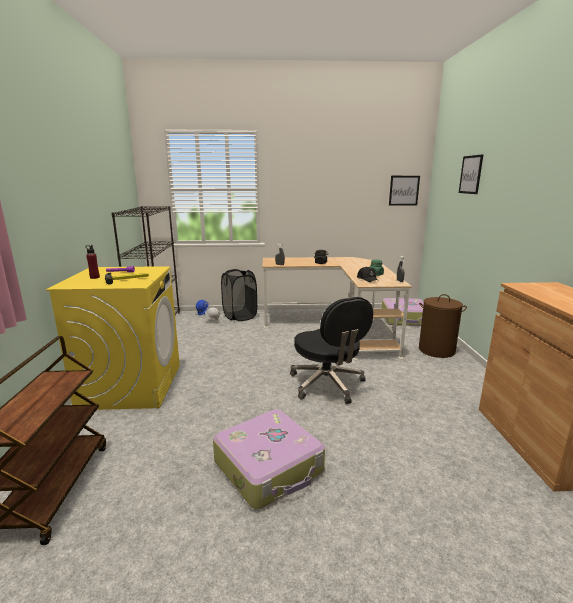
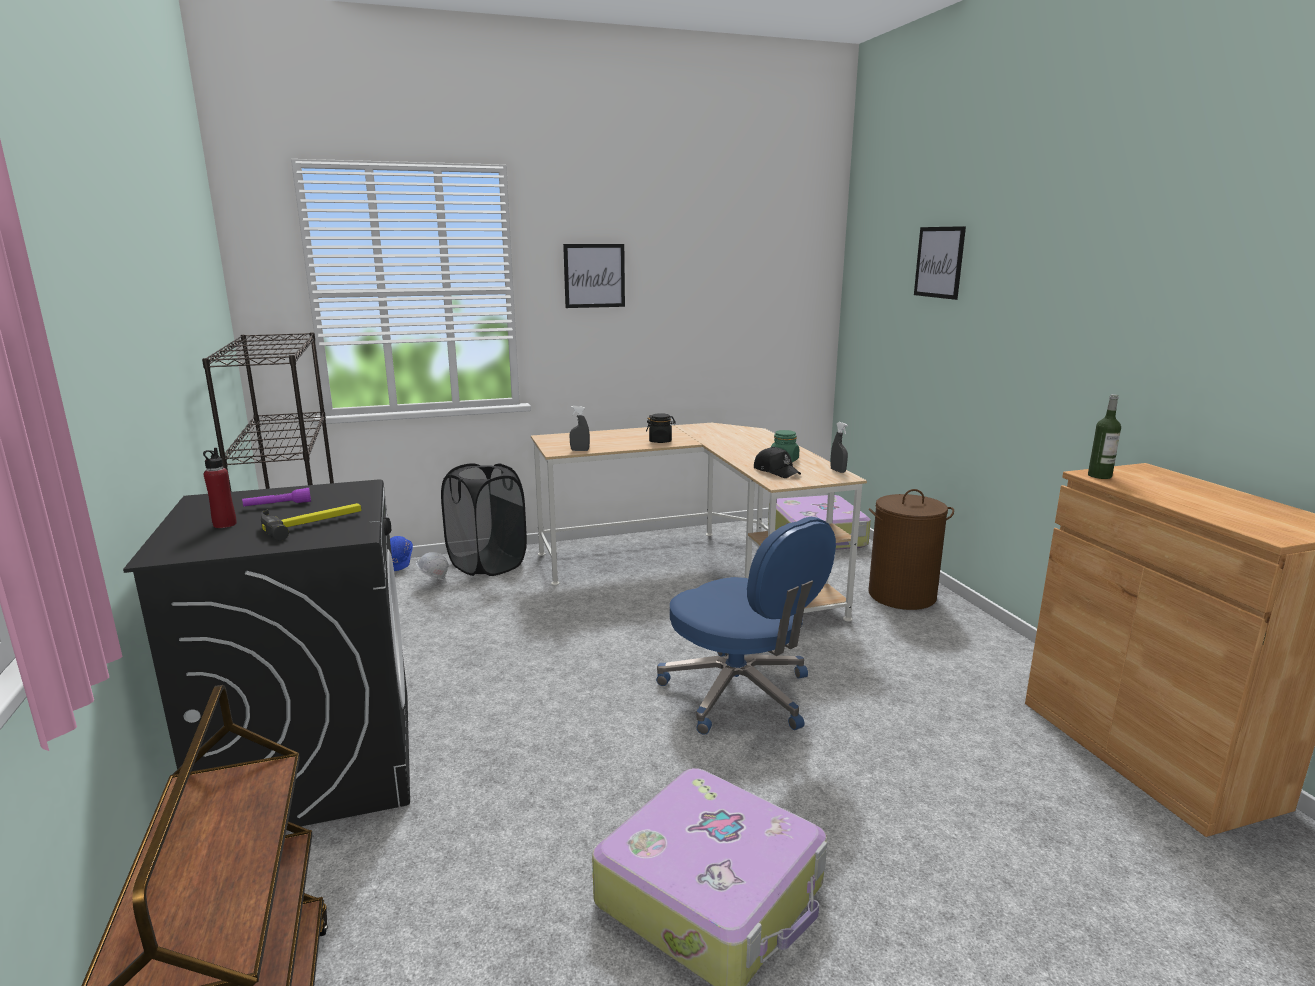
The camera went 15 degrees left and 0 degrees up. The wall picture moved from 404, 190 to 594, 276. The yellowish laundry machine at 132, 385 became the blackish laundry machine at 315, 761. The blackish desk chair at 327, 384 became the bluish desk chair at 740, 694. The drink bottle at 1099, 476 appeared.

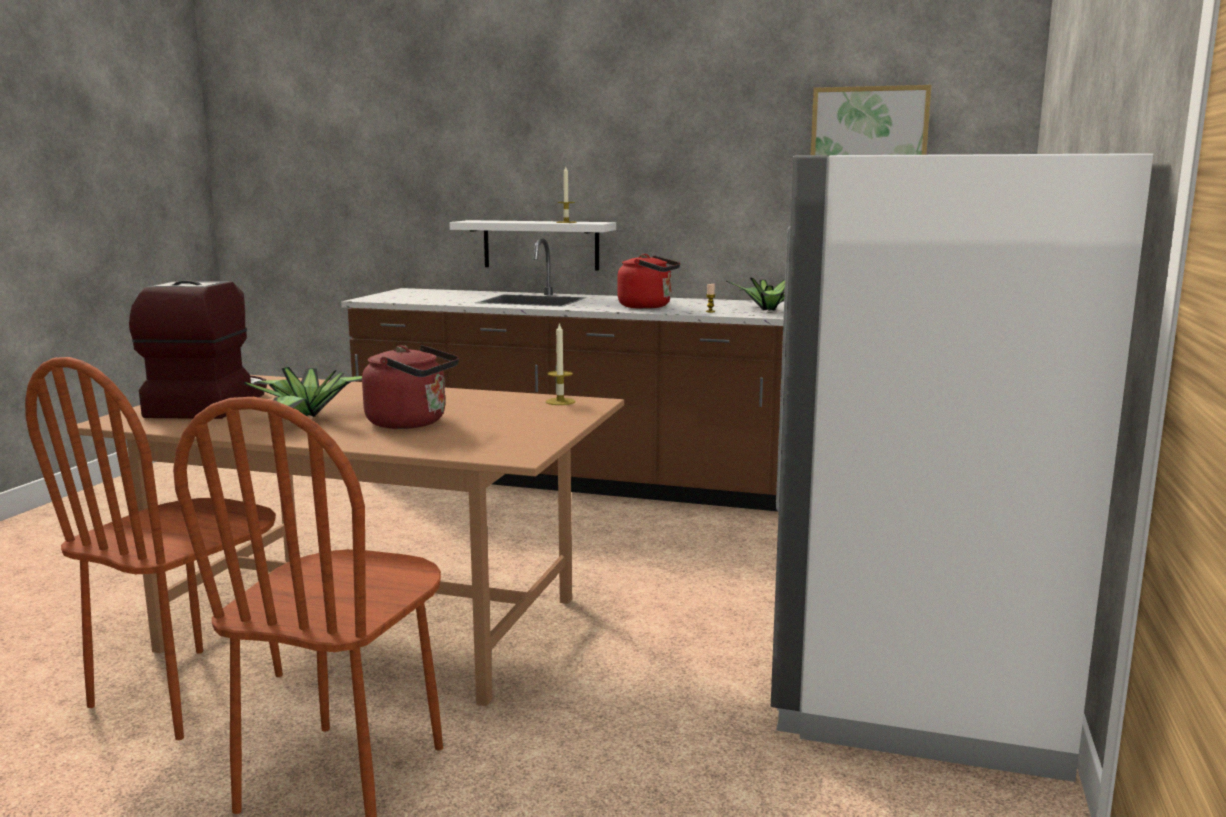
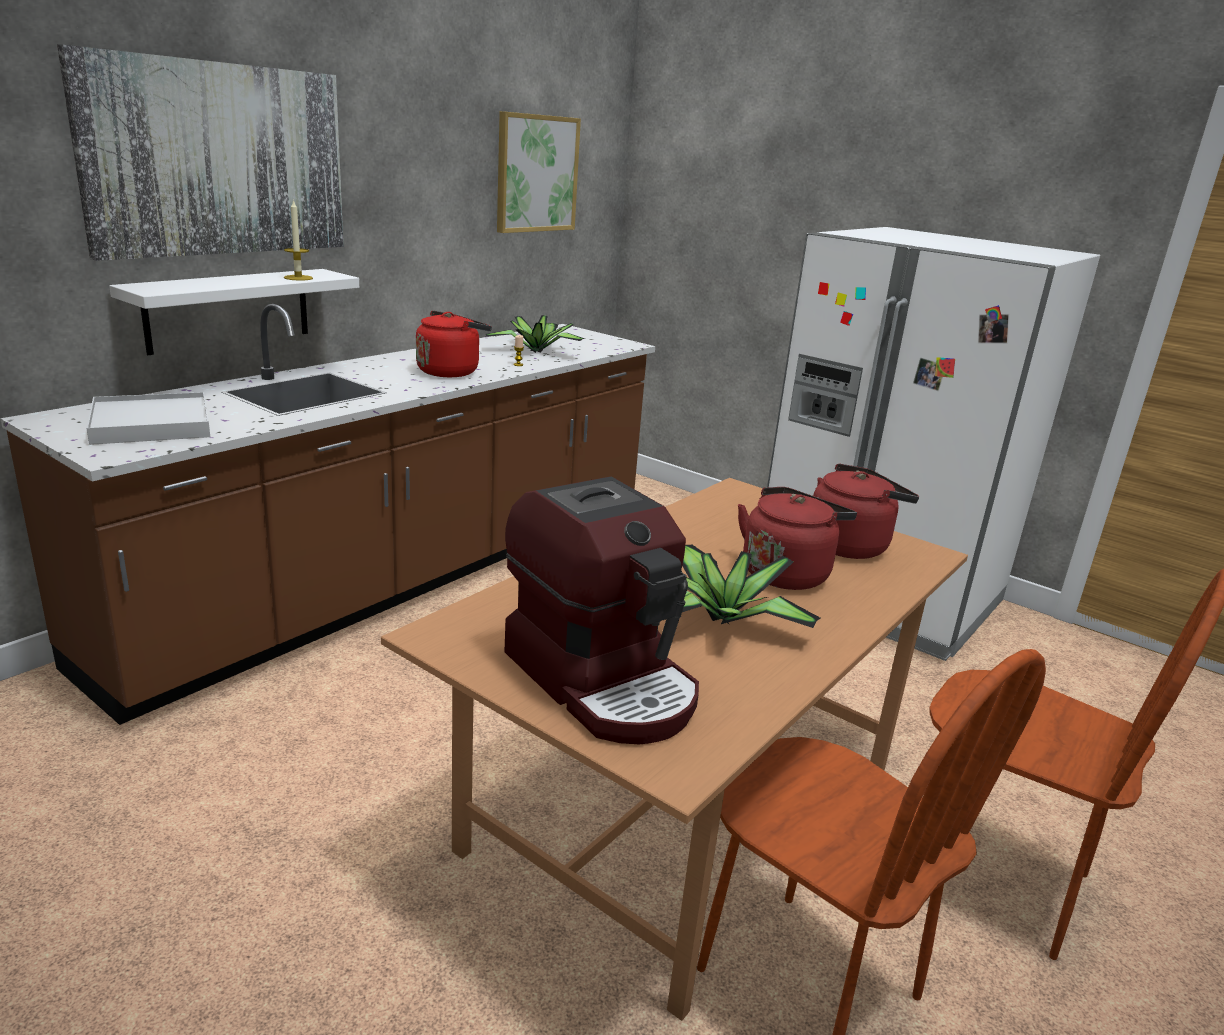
The camera went 70 degrees left and 10 degrees up. The coffee maker at 208, 404 turned 150 degrees counterclockwise. The wax light at 560, 401 disappeared. The wall picture at 218, 160 appeared. The white serving tray at 152, 424 appeared. The red-coloured water kettle at 850, 545 appeared.

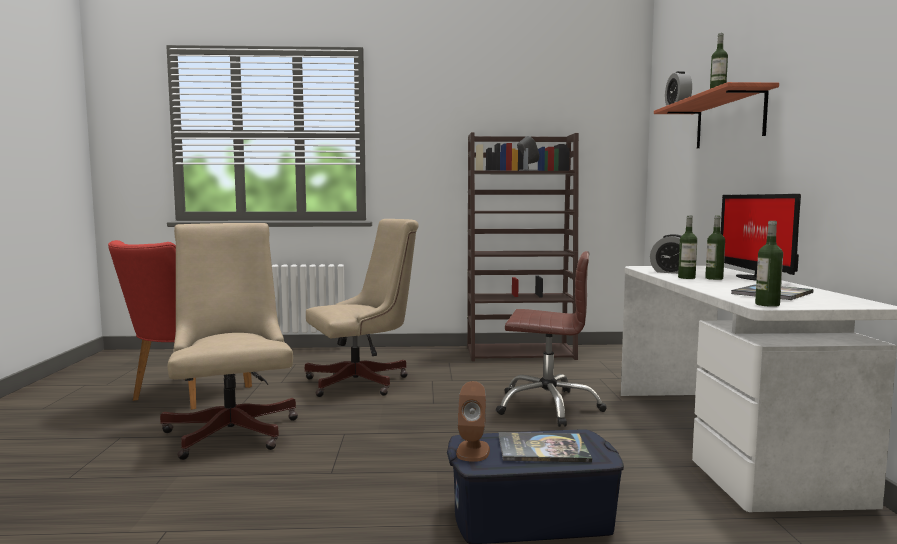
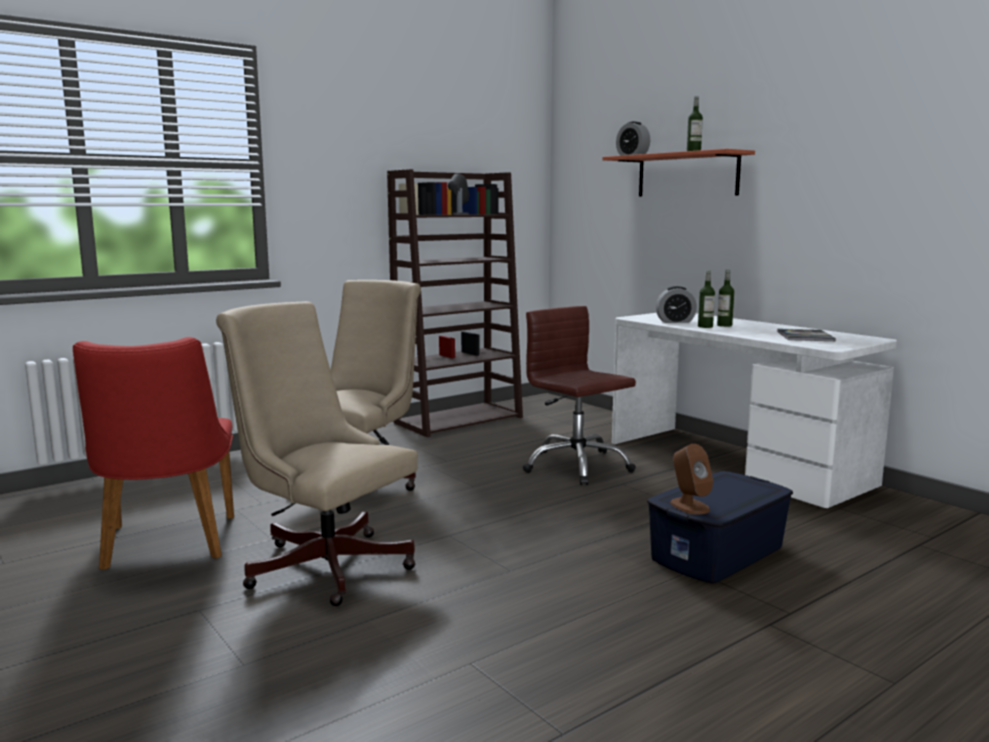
The camera went 35 degrees left and 5 degrees up. The computer display at 755, 278 disappeared. The drink bottle at 767, 304 disappeared. The brownish desk chair at 548, 406 turned 105 degrees counterclockwise. The bound book at 542, 449 disappeared.

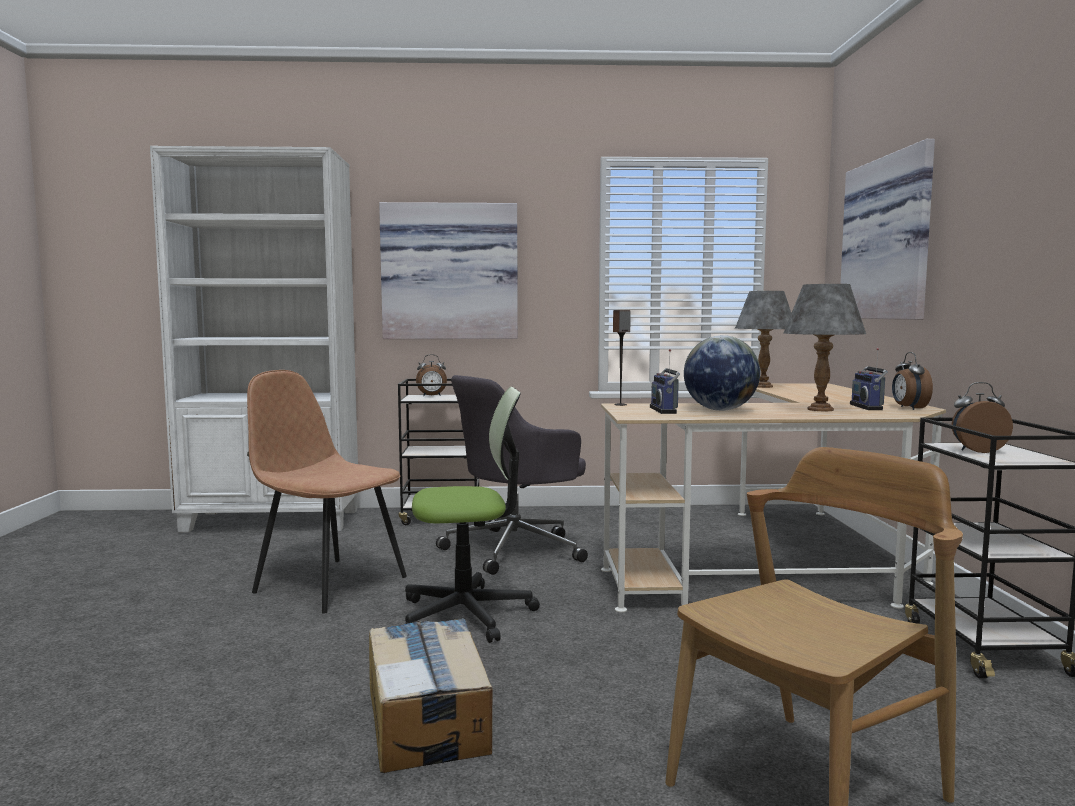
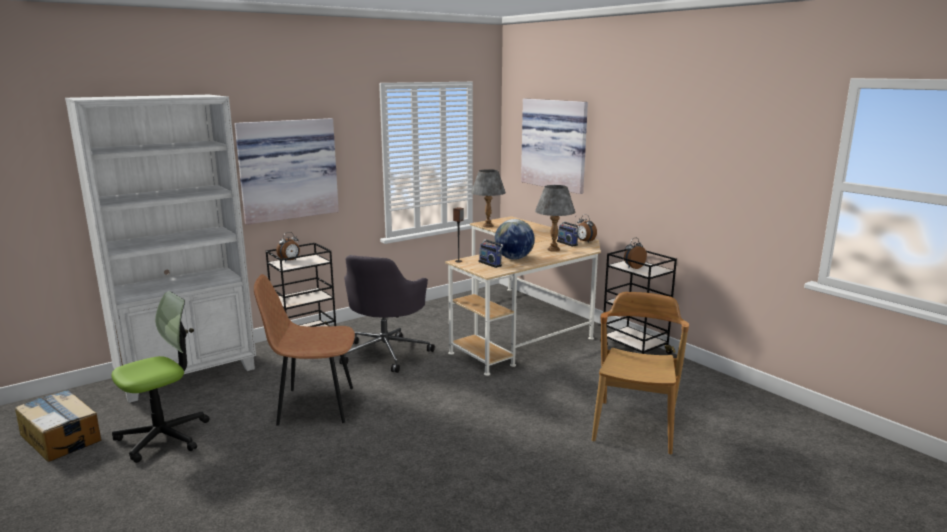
The camera went 35 degrees left and 10 degrees up. The desk chair moved from 467, 613 to 163, 437. The packing box moved from 428, 717 to 61, 437.

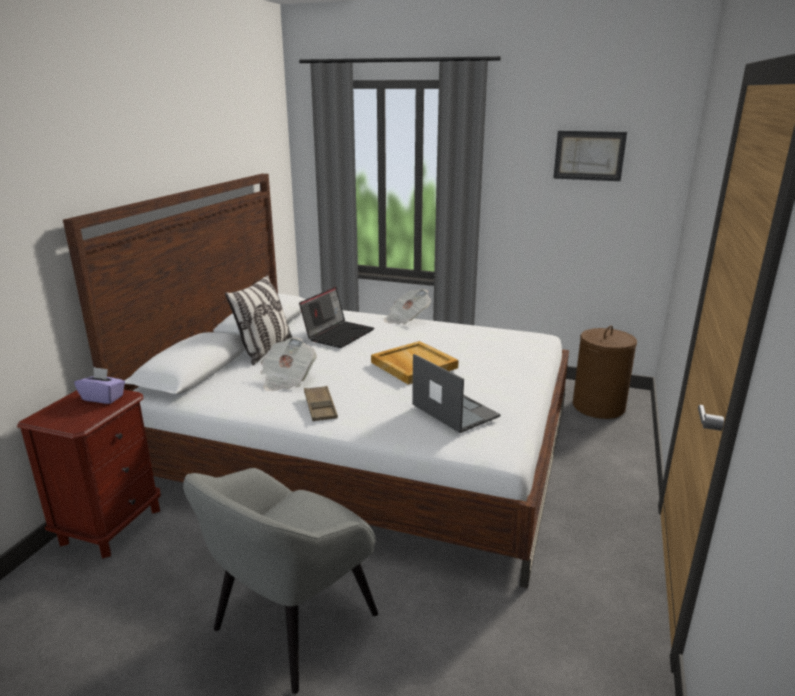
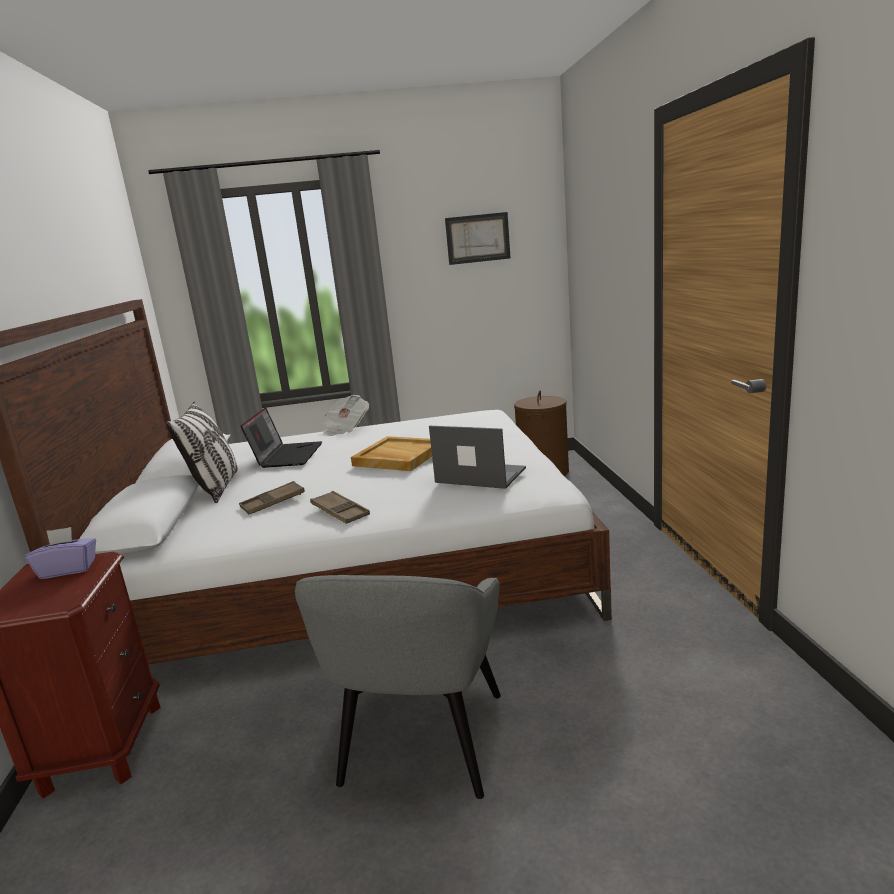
The camera went 25 degrees left and 5 degrees down. The newspaper at 287, 379 was replaced by the brownish serving tray at 273, 502.

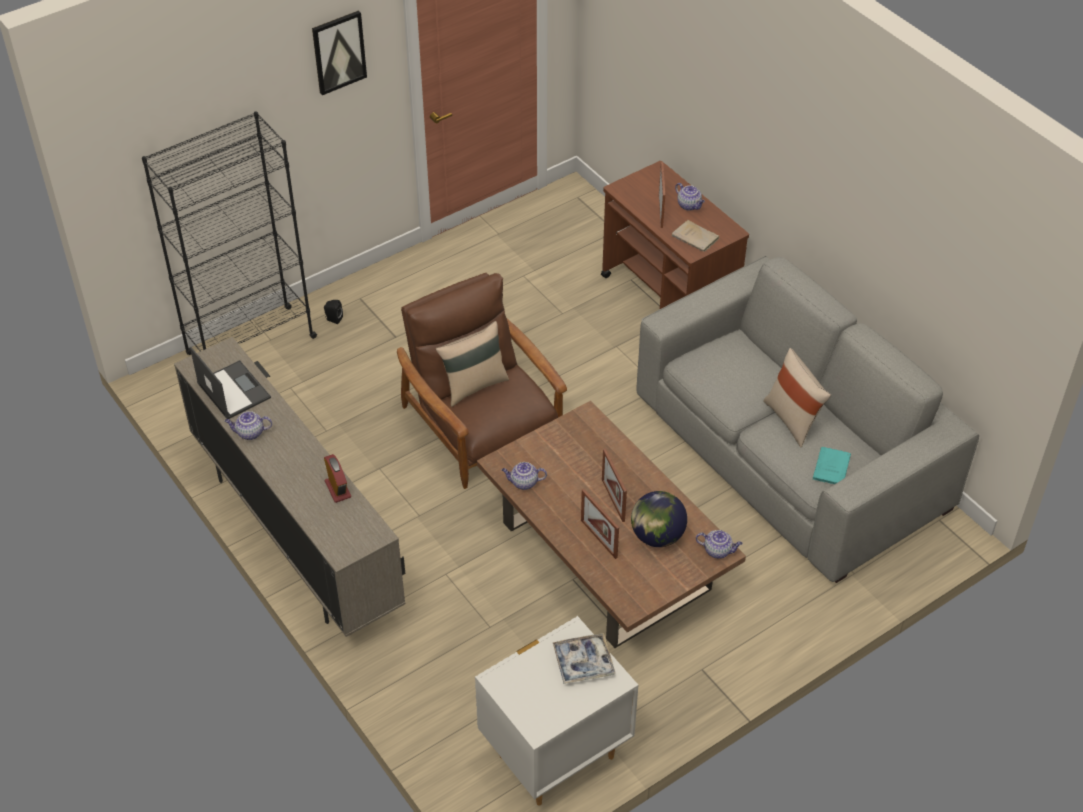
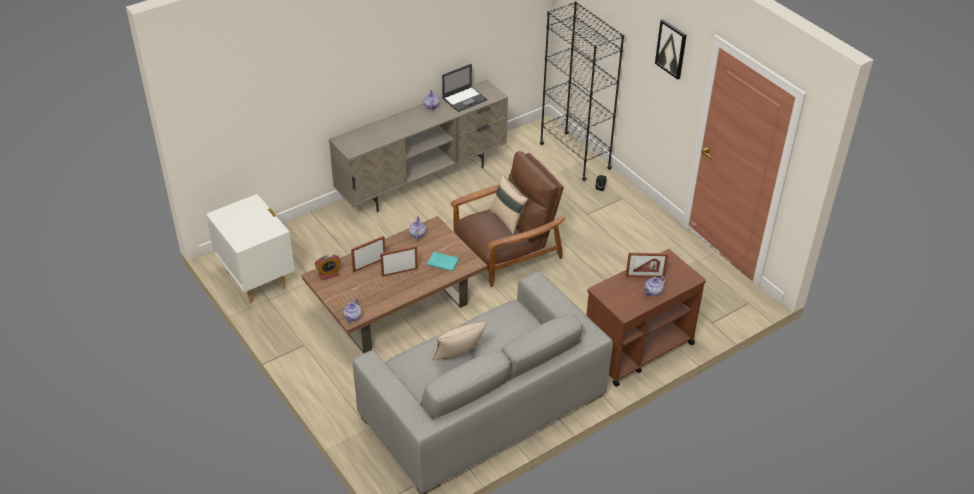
The camera went 90 degrees right and 5 degrees down. The sand-coloured bound book at 696, 238 disappeared. The turquoise-coloured bound book moved from 831, 466 to 444, 262. The bedside clock moved from 338, 489 to 329, 274. The globe at 657, 536 disappeared. The serving tray at 583, 662 disappeared.

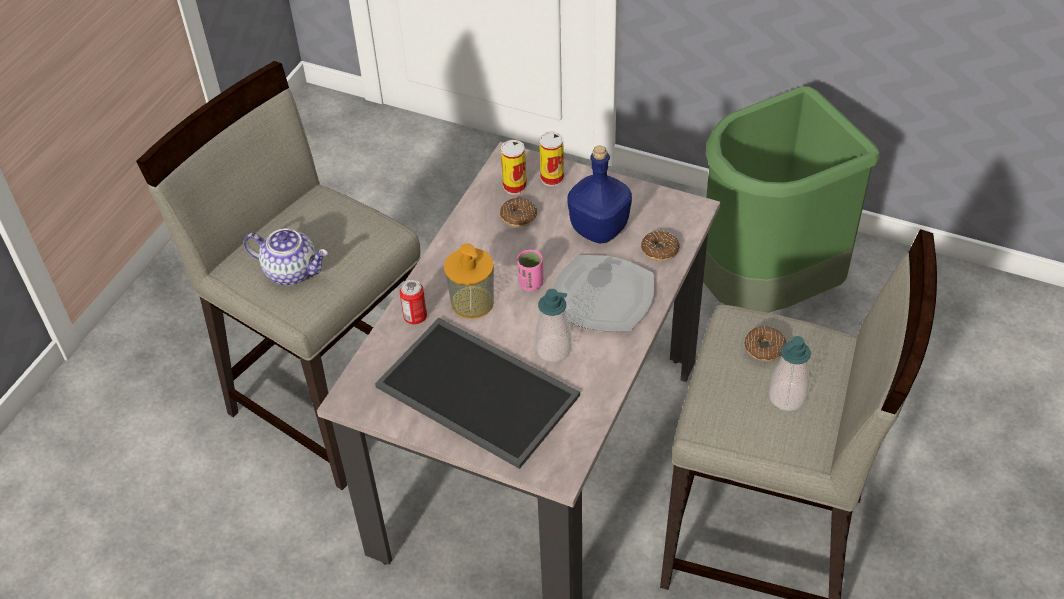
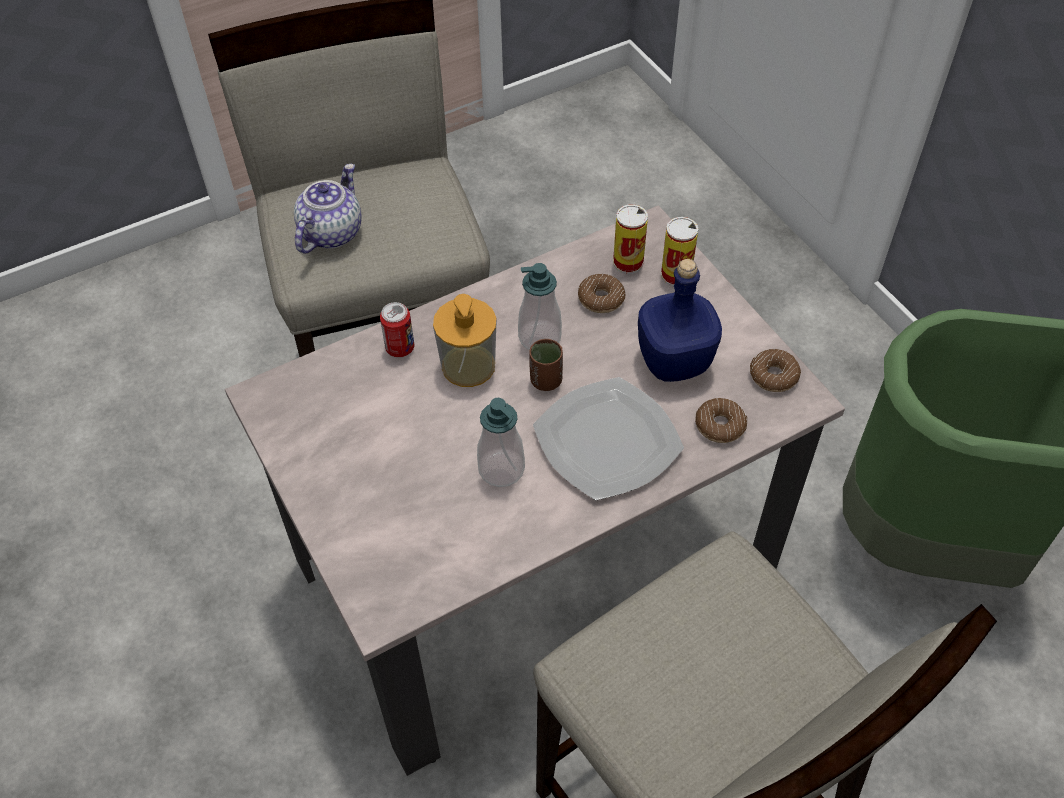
The camera went 35 degrees right and 5 degrees up. The teapot at 292, 271 turned 120 degrees counterclockwise. The pink-coloured small cup at 531, 283 became the brownish small cup at 546, 380. The serving tray at 480, 390 disappeared. The ring doughnut moved from 764, 348 to 773, 376. The soap dispenser moved from 787, 397 to 539, 337.

